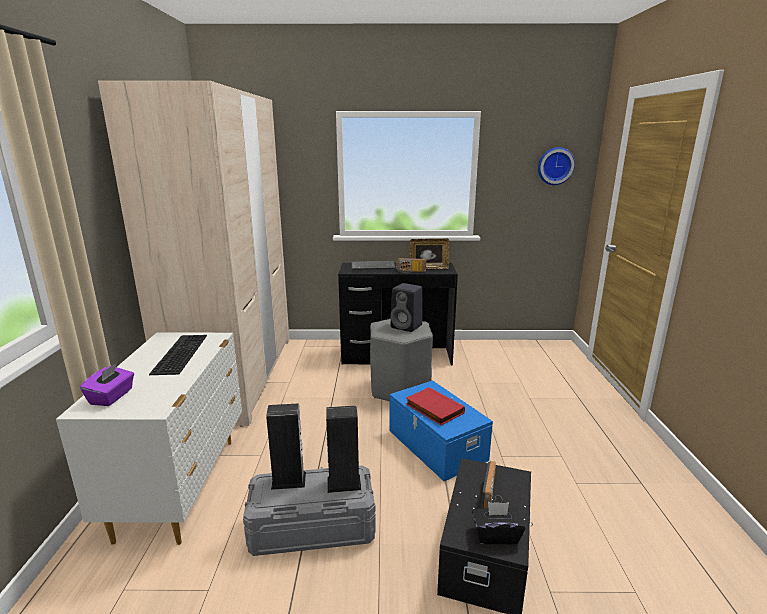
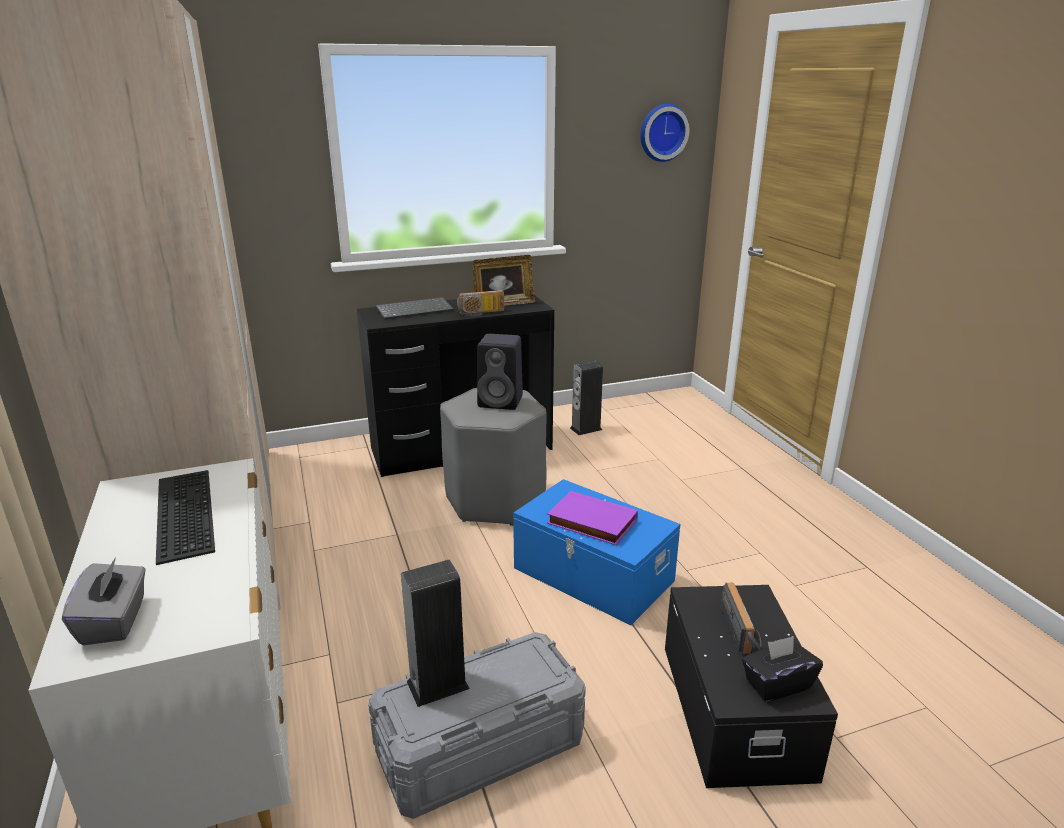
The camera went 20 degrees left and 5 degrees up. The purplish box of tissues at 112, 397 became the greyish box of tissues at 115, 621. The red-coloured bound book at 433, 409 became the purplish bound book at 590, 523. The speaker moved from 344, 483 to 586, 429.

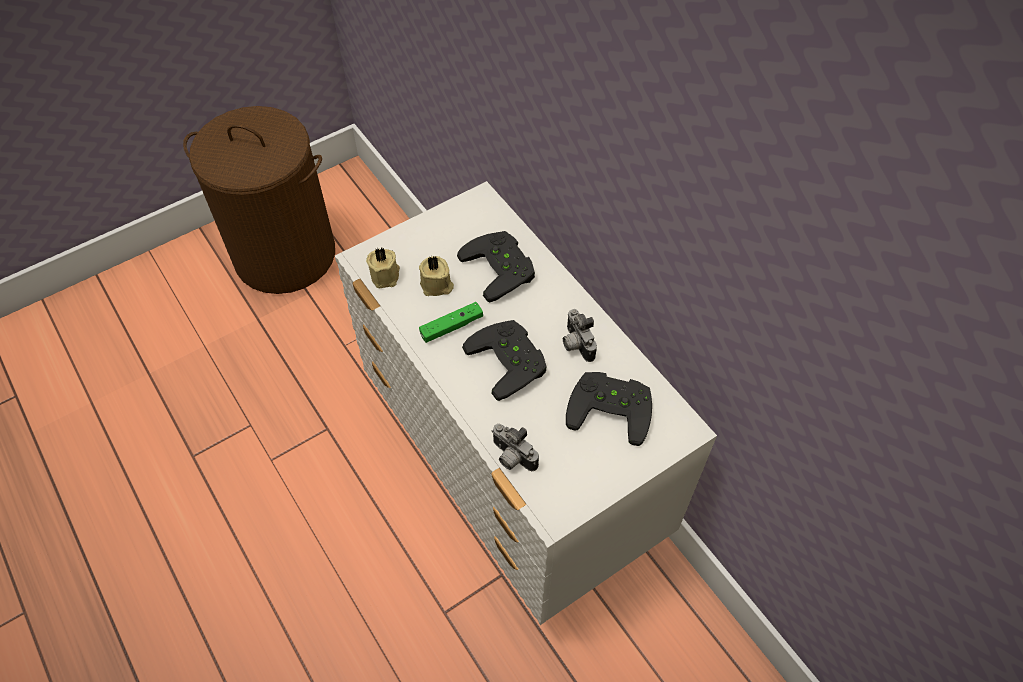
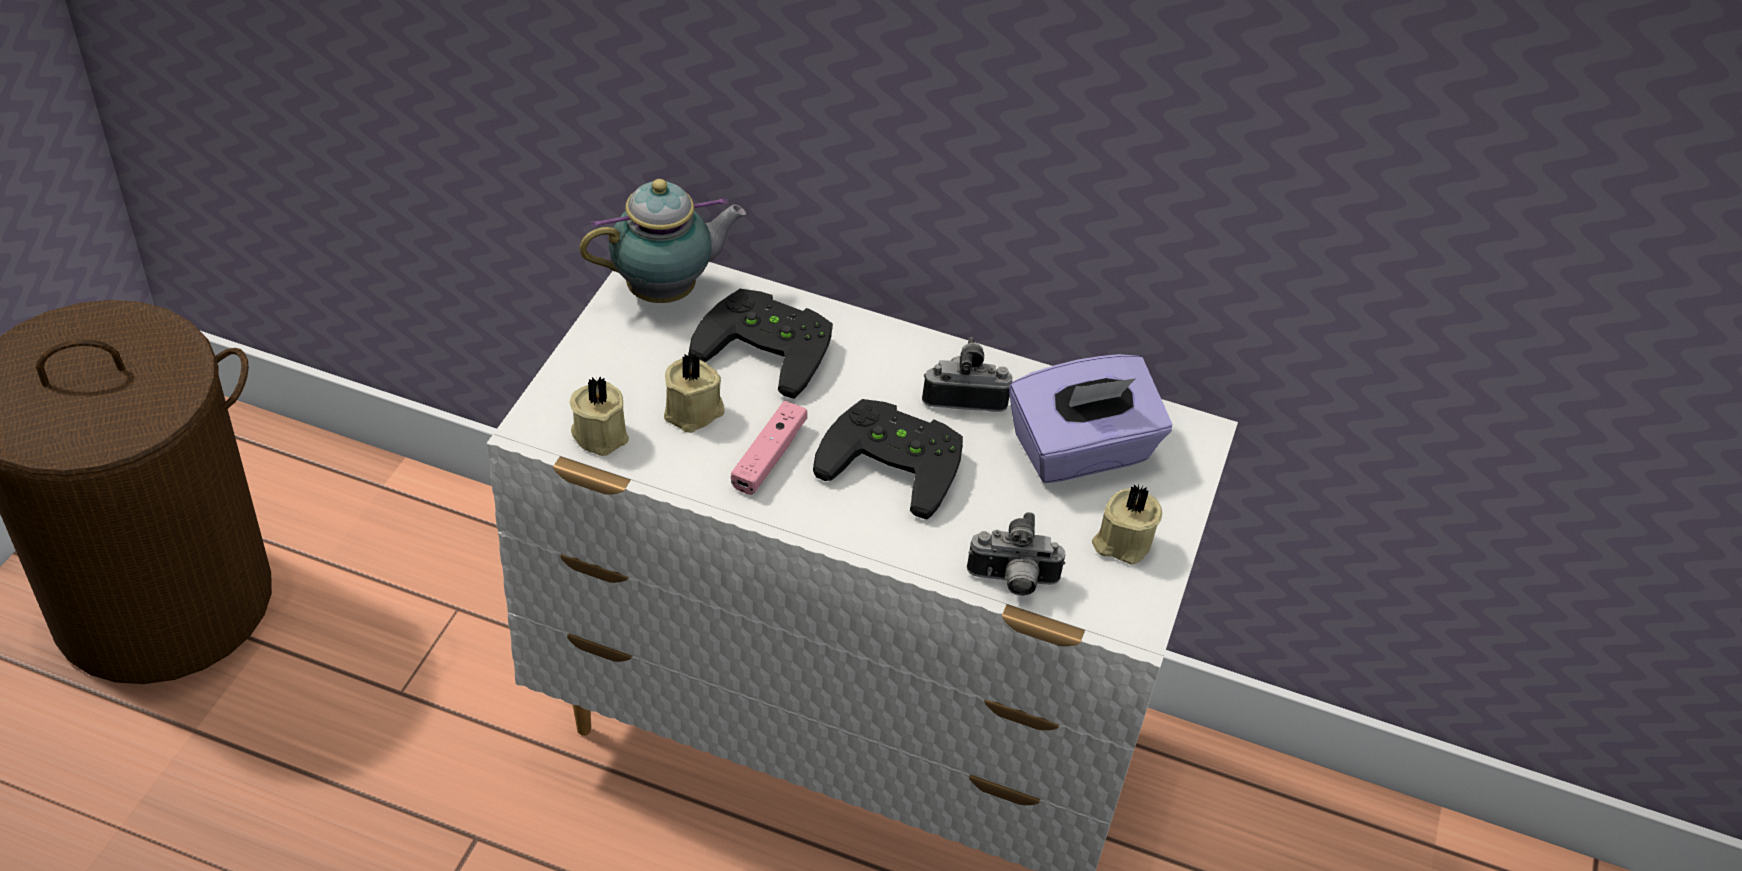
The camera went 40 degrees left and 10 degrees down. The green joypad at 451, 327 became the pink-coloured joypad at 769, 456. The photo camera at 575, 344 turned 150 degrees clockwise. The blackish joypad at 611, 406 was replaced by the purplish box of tissues at 1081, 451. The teapot at 666, 292 appeared. The sand-coloured wax light at 1121, 542 appeared.

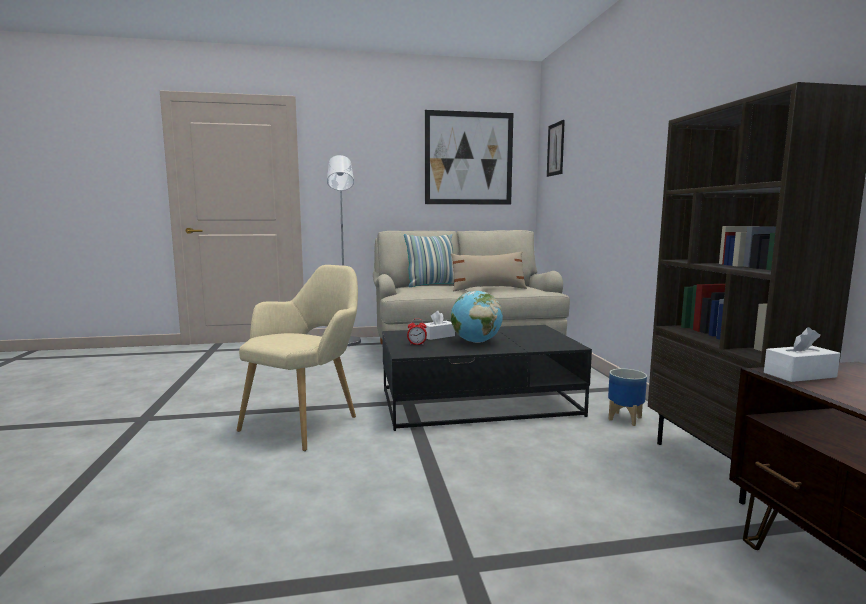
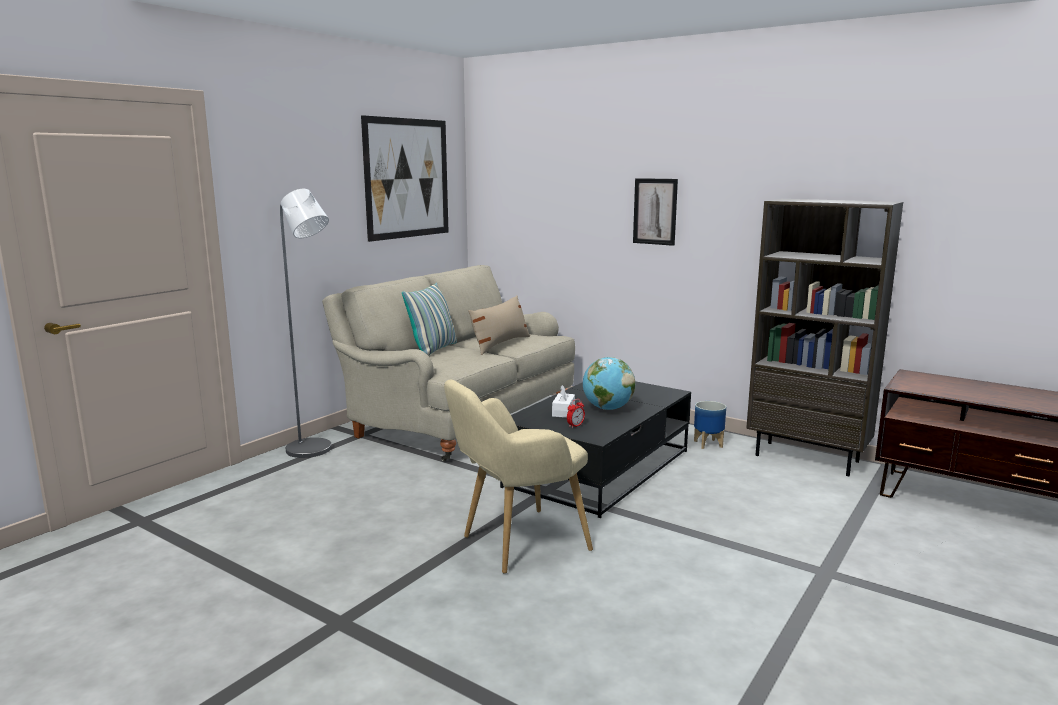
The camera went 45 degrees left and 5 degrees up. The wall picture moved from 555, 149 to 655, 211. The sand-coloured armchair at 307, 422 turned 105 degrees counterclockwise. The white box of tissues at 799, 375 disappeared.

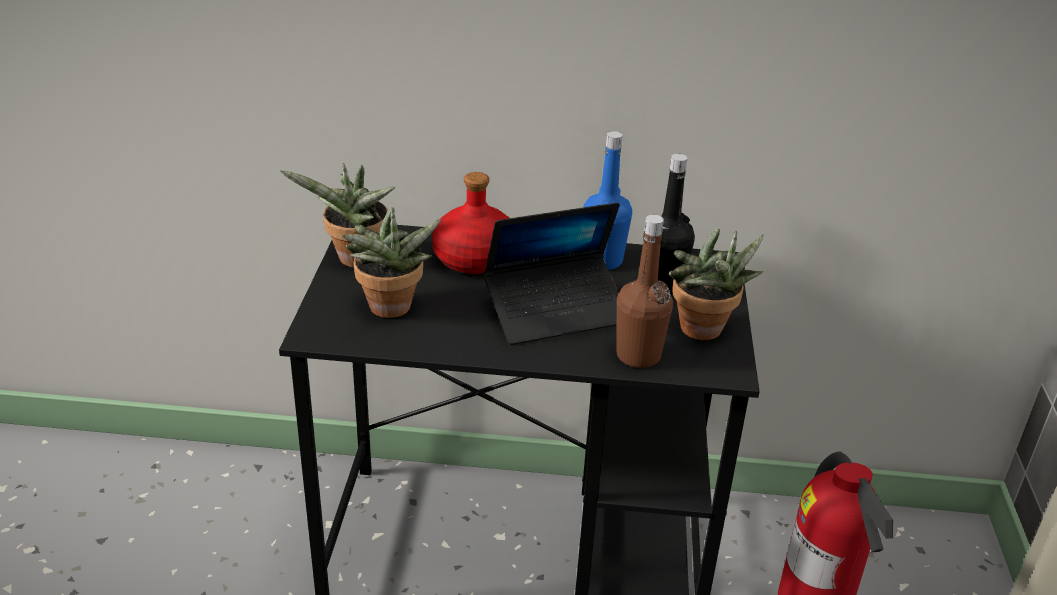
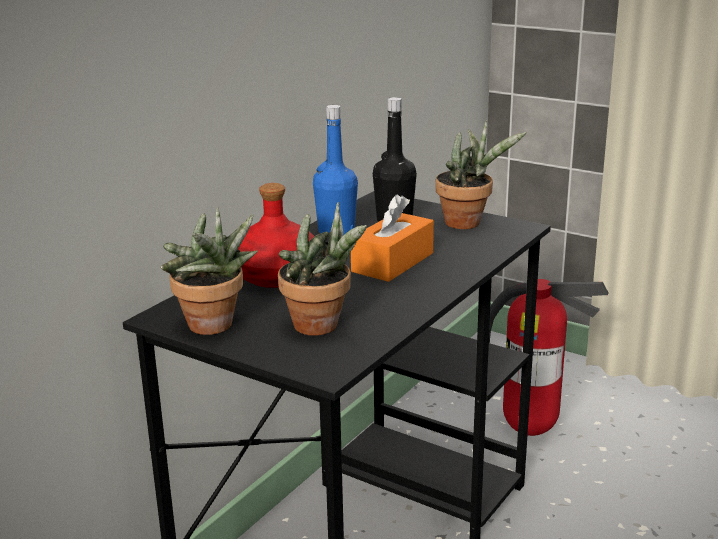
The camera went 60 degrees left and 10 degrees down. The notebook computer at 556, 311 was replaced by the orange box of tissues at 392, 262. The brownish drink bottle at 638, 355 disappeared.

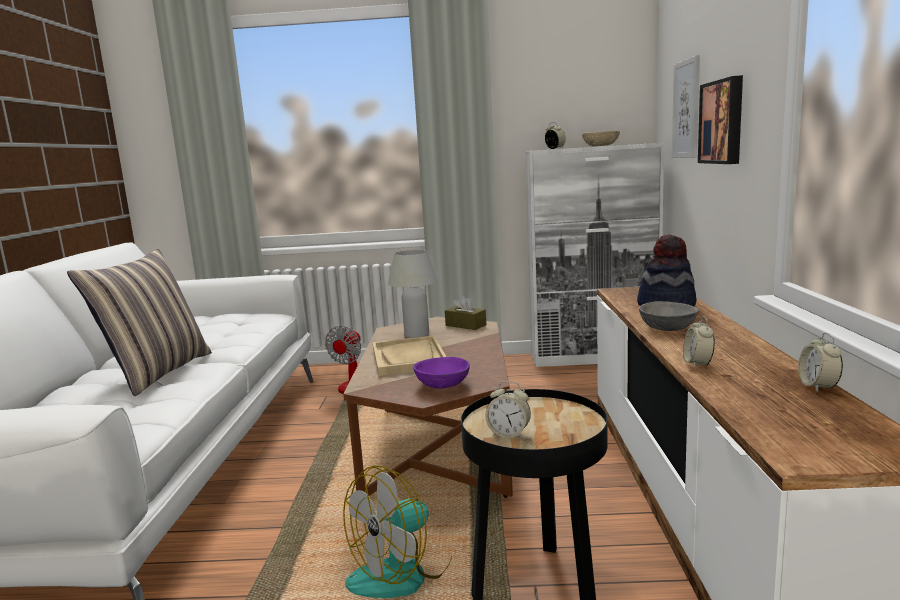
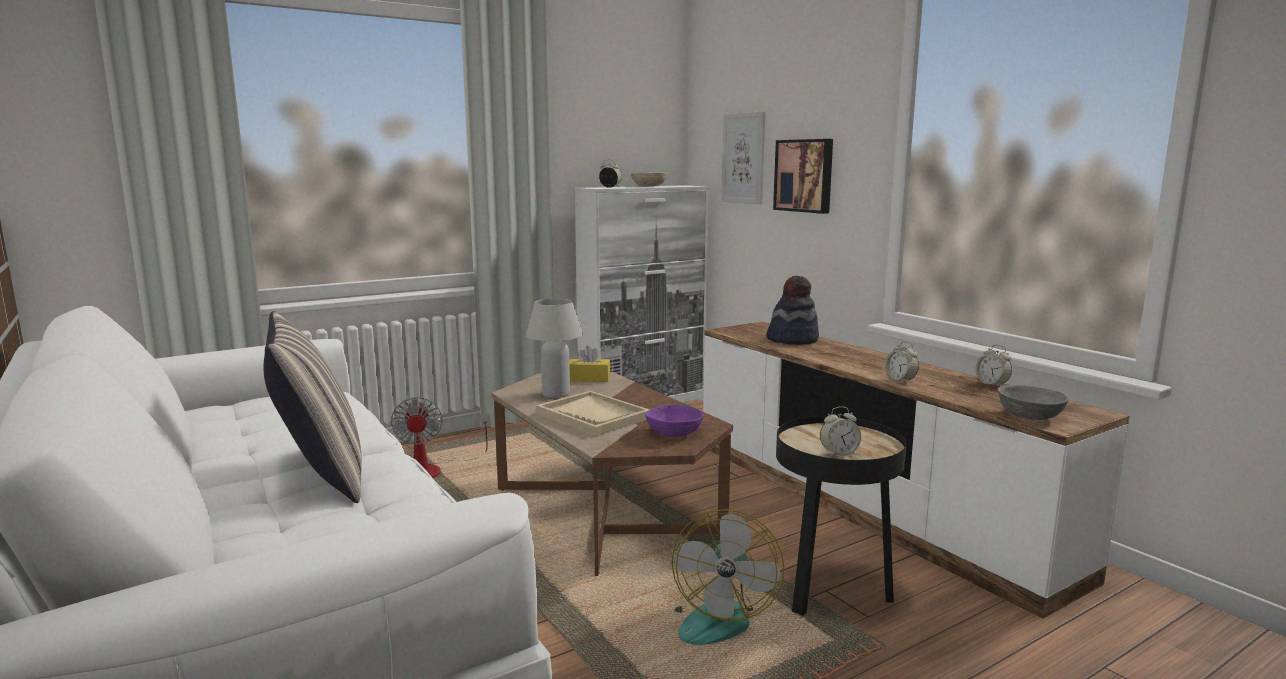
The camera went 35 degrees left and 0 degrees up. The brownish box of tissues at 465, 325 became the yellowish box of tissues at 589, 378. The greyish serving bowl moved from 667, 328 to 1029, 416.

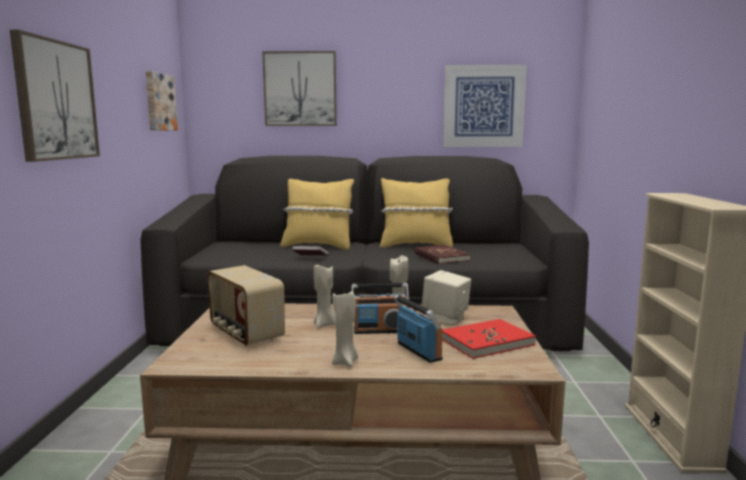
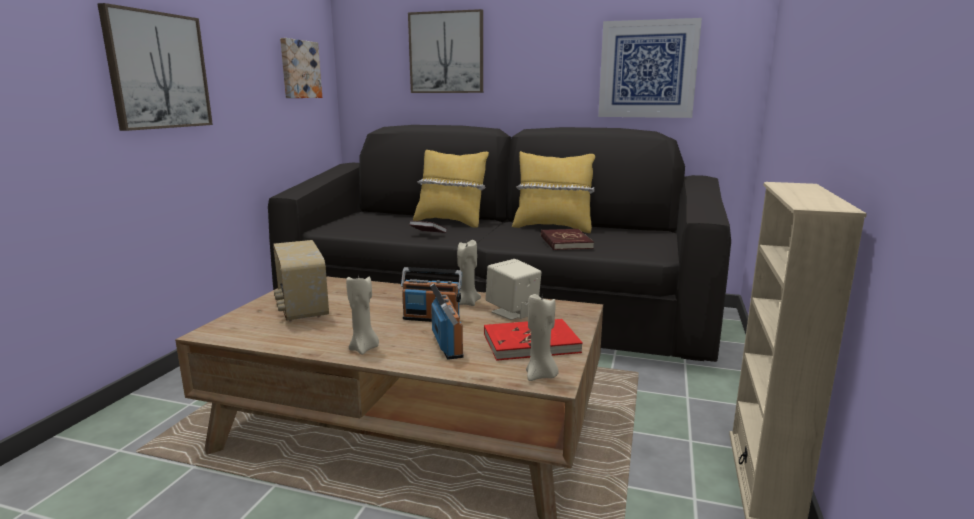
The camera went 15 degrees right and 5 degrees up. The sand-coloured wax light moved from 325, 325 to 540, 376.

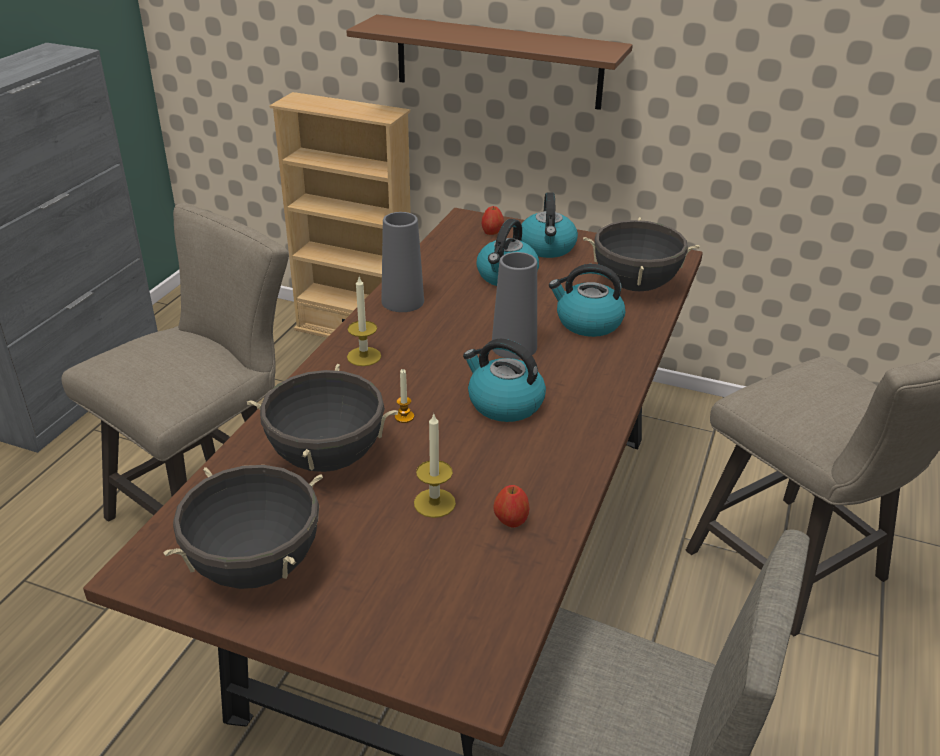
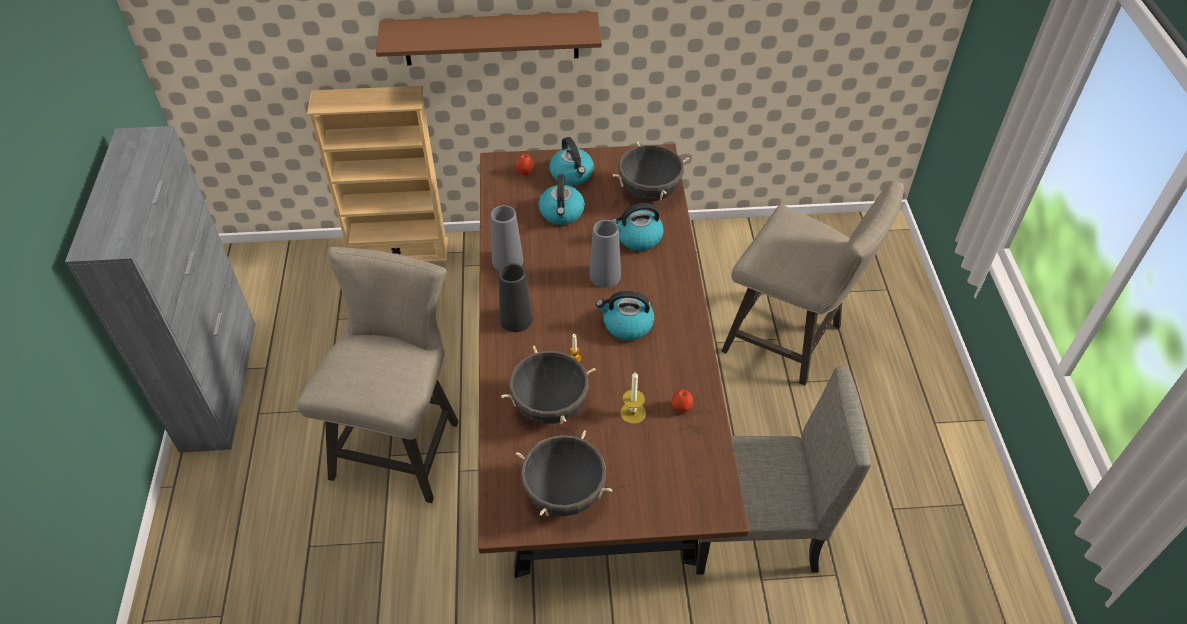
The camera went 25 degrees left and 15 degrees up. The wax light at 364, 356 was replaced by the blackish flower vase at 516, 319.

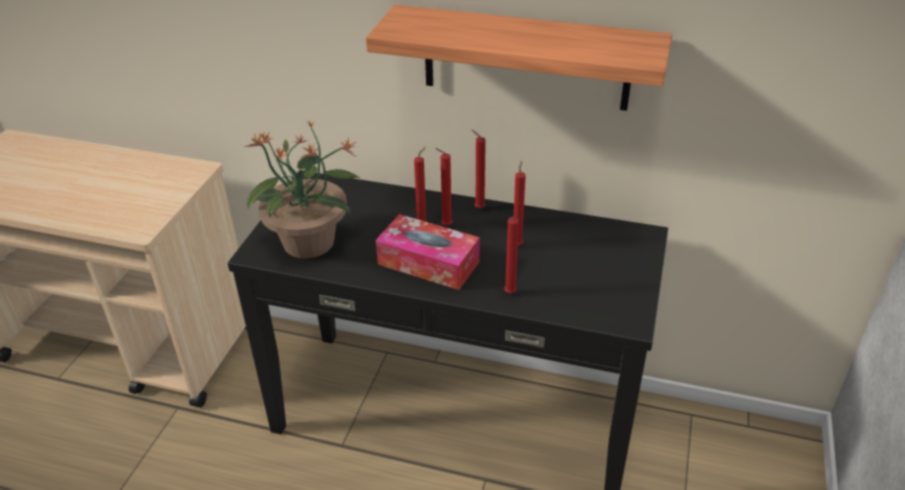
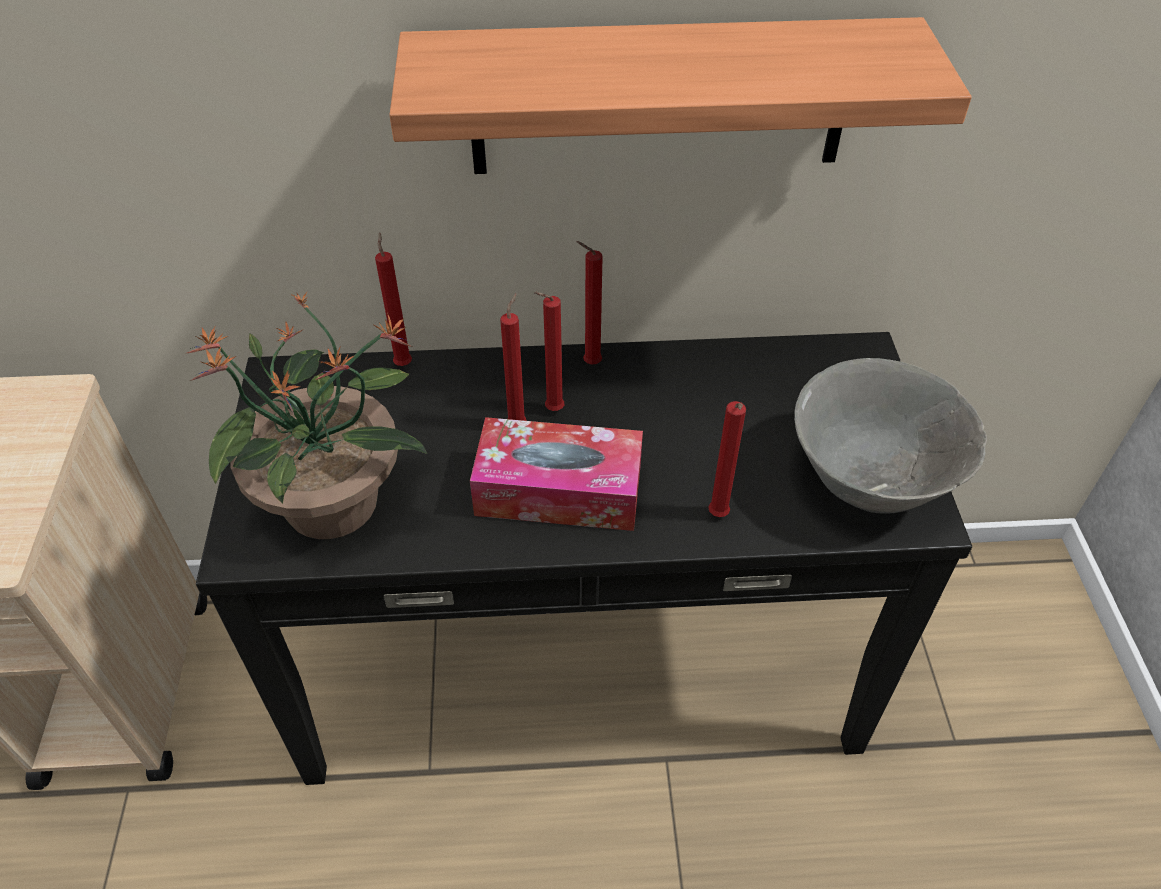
The camera went 20 degrees left and 10 degrees up. The red-coloured wax light moved from 517, 244 to 403, 363. The greyish serving bowl at 869, 479 appeared.

